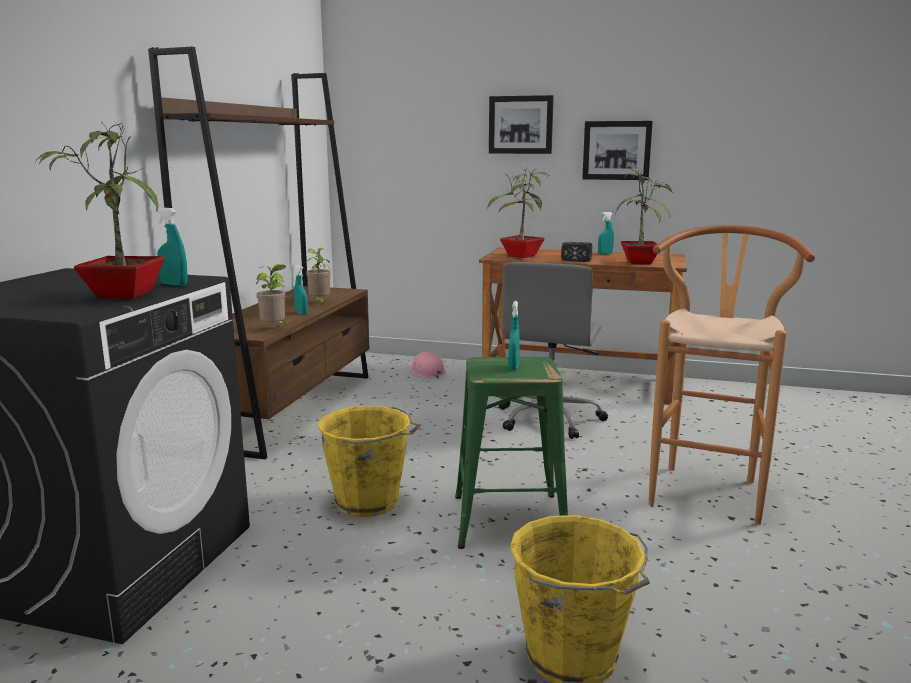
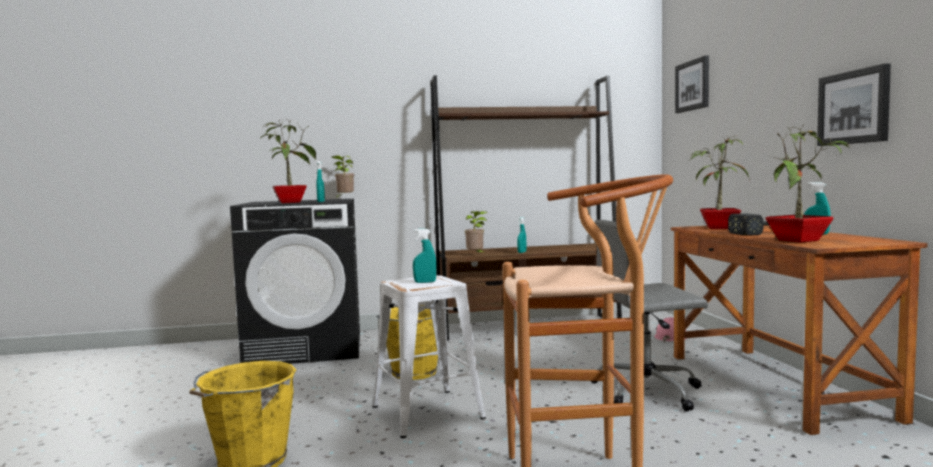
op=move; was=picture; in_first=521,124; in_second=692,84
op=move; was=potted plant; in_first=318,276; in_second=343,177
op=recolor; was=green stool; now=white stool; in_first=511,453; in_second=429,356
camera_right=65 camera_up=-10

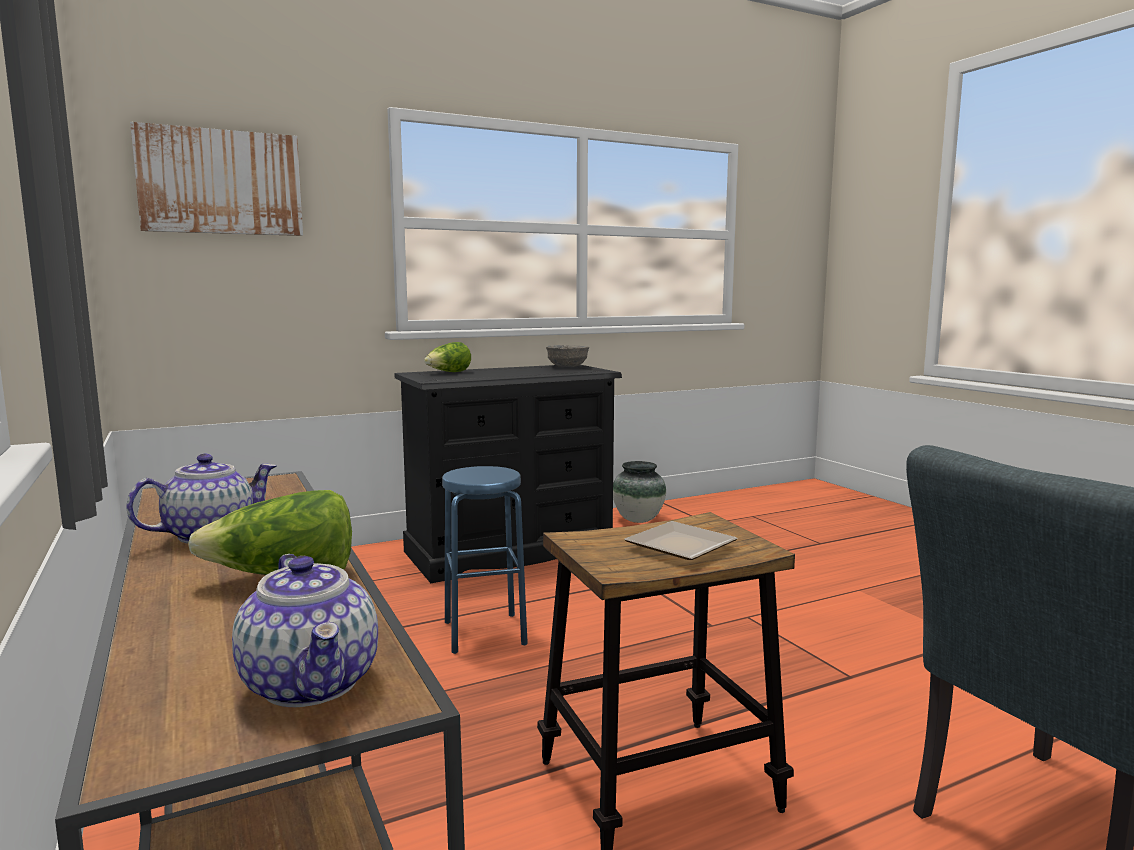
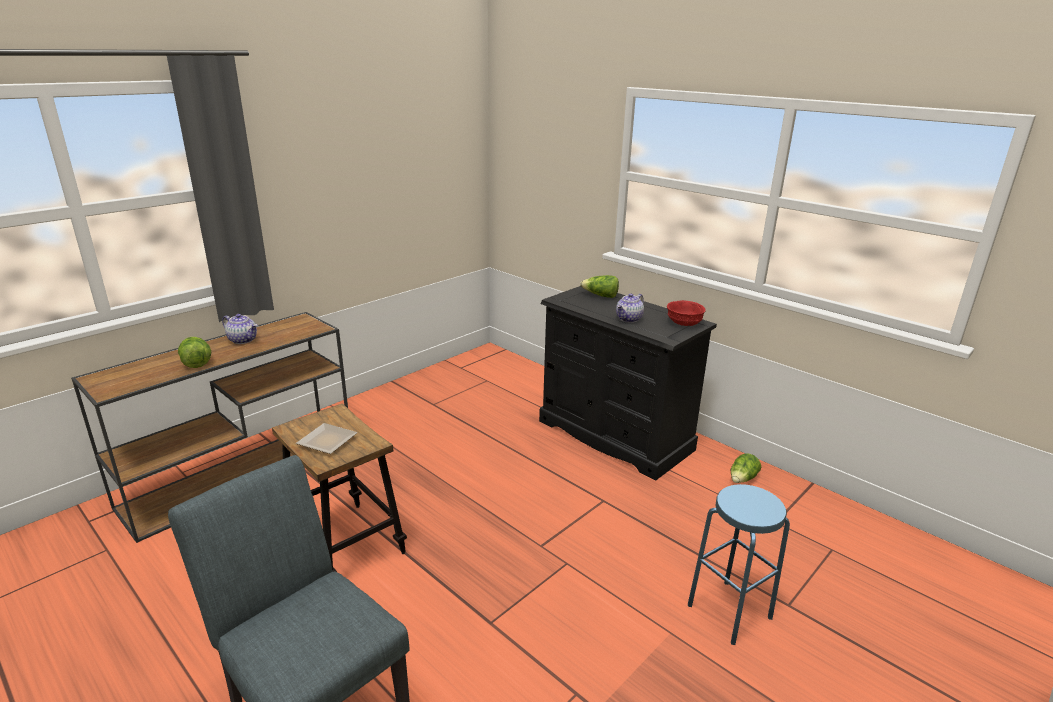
op=delete; was=picture; in_first=216,179
op=recolor; was=grey bowl; now=red bowl; in_first=567,356; in_second=686,313
op=replace; was=vase; now=lettuce; in_first=639,492; in_second=746,468
op=move; was=blue stool; in_first=485,560; in_second=739,564
op=move; was=teapot; in_first=305,630; in_second=630,308
camera_right=70 camera_up=15

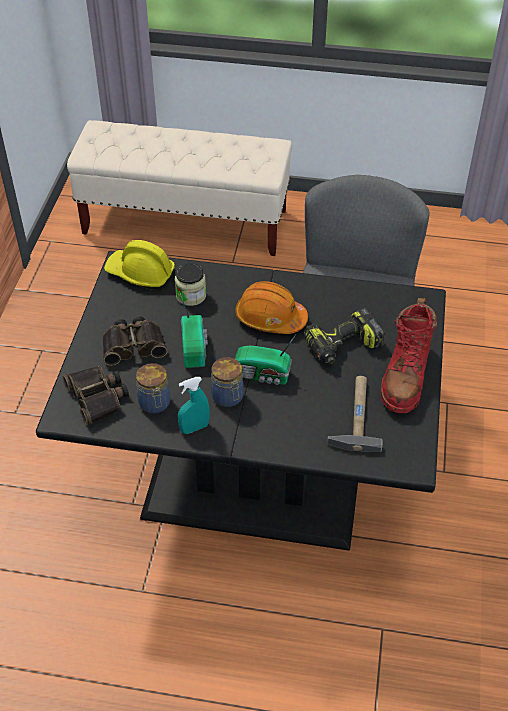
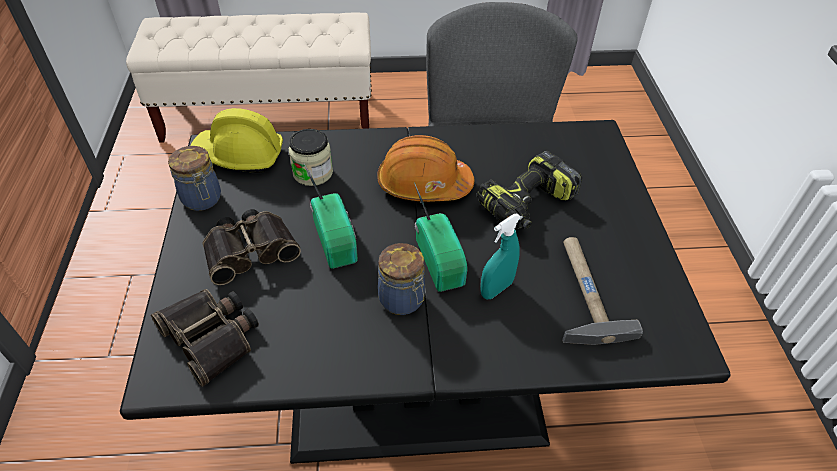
op=delete; was=red boot; in_first=409,355
op=rotate; was=radio; in_first=265,360; in_second=440,237; clockwise=-105
op=move; was=jar; in_first=153,388; in_second=194,178
op=move; was=turquoise spray bottle; in_first=193,405; in_second=500,256
camera_right=-15 camera_up=0

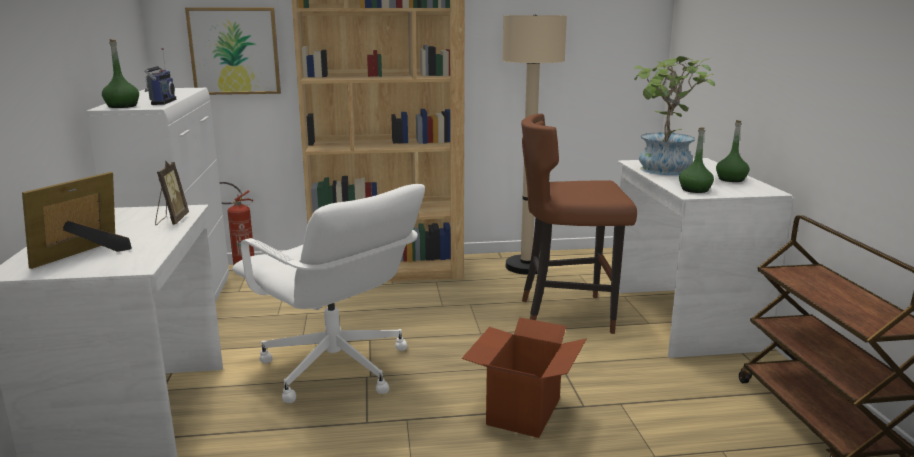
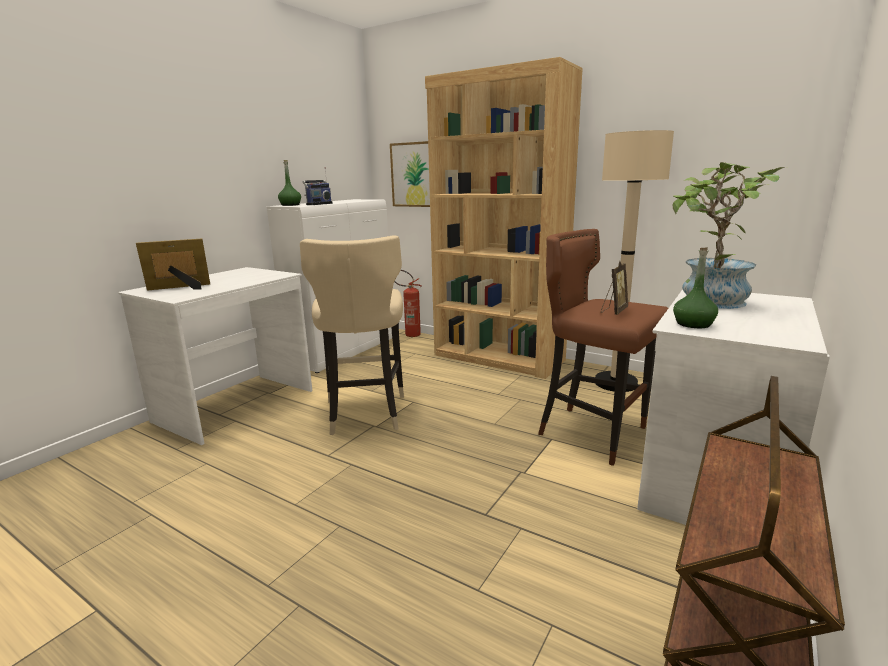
op=delete; was=green bottle; in_first=733,151
op=move; was=picture frame; in_first=172,193; in_second=614,288
op=replace; was=white office chair; now=beige stool; in_first=328,293; in_second=352,335
op=delete; was=cardboard box; in_first=524,377
camera_right=40 camera_up=0

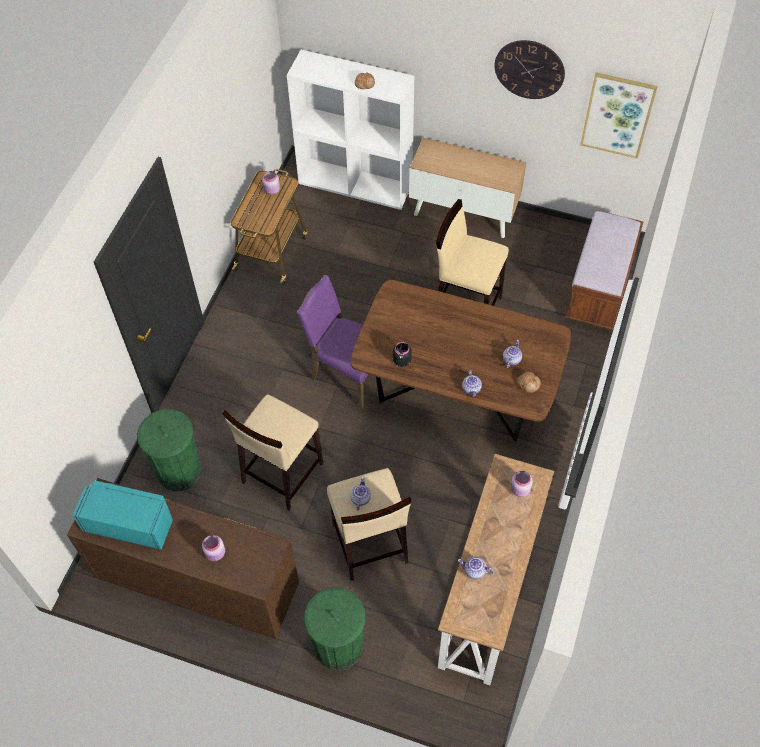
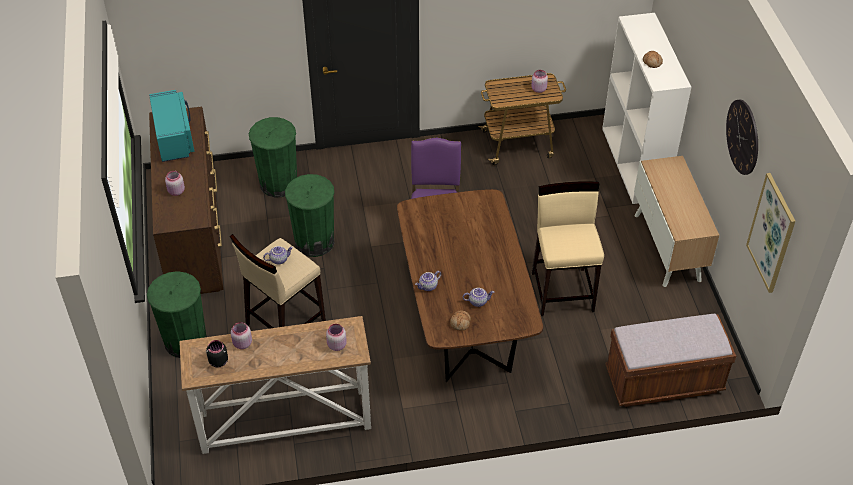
op=move; was=black jar; in_first=402,354; in_second=217,354
op=replace; was=beige stool; now=green trash can; in_first=273,452; in_second=309,215
op=replace; was=teapot; now=pink jar; in_first=476,568; in_second=241,335
camera_right=60 camera_up=-10

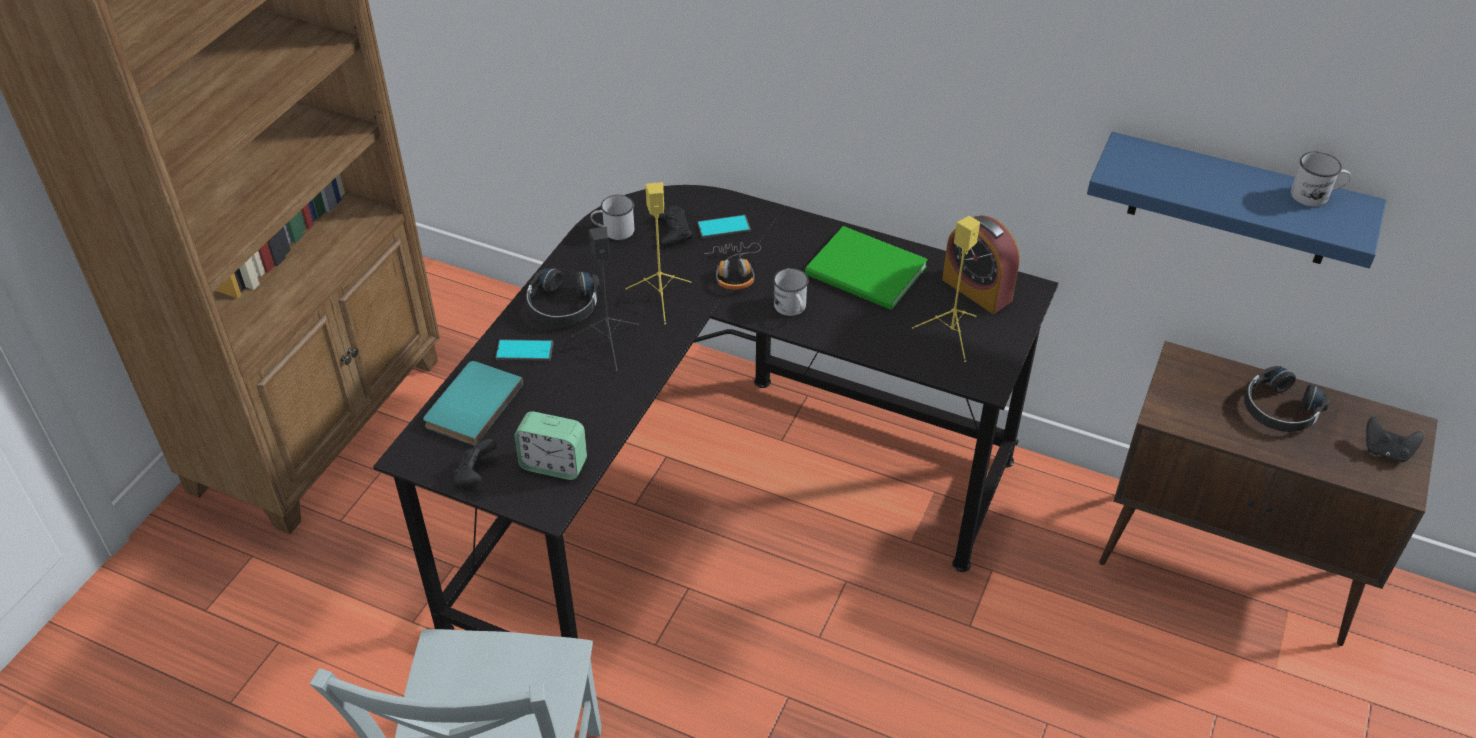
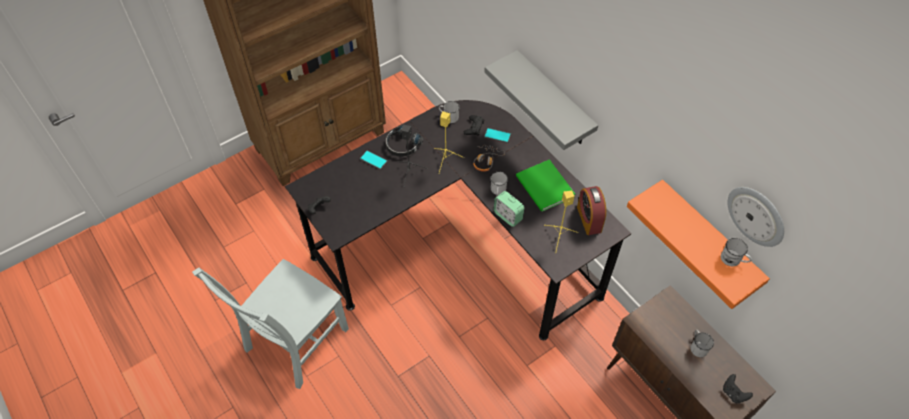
op=recolor; was=blue shelf; now=orange shelf; in_first=1237,200; in_second=698,244
op=delete; was=turquoise book; in_first=473,403
op=replace; was=black headphones; now=white mug; in_first=1287,399; in_second=702,343
op=move; was=alarm clock; in_first=550,445; in_second=509,209
op=insert; now=grey shelf; in_second=541,100
op=insert; now=wall clock; in_second=755,217
camera_right=30 camera_up=10

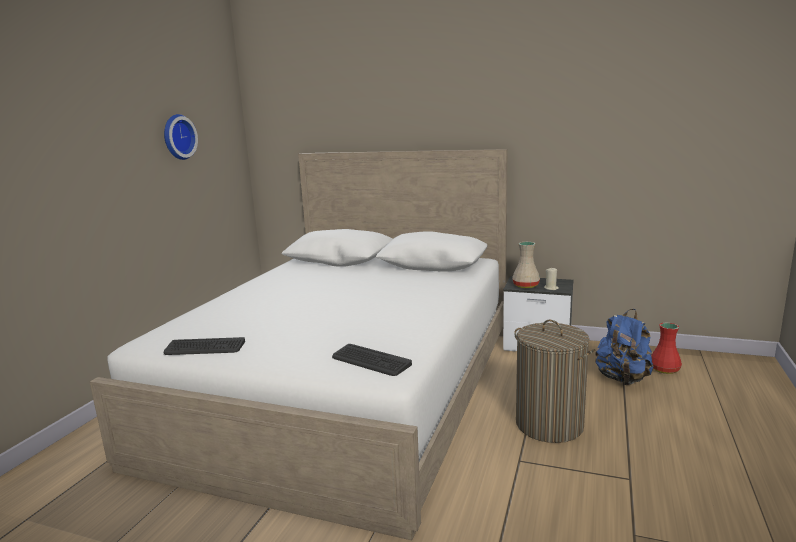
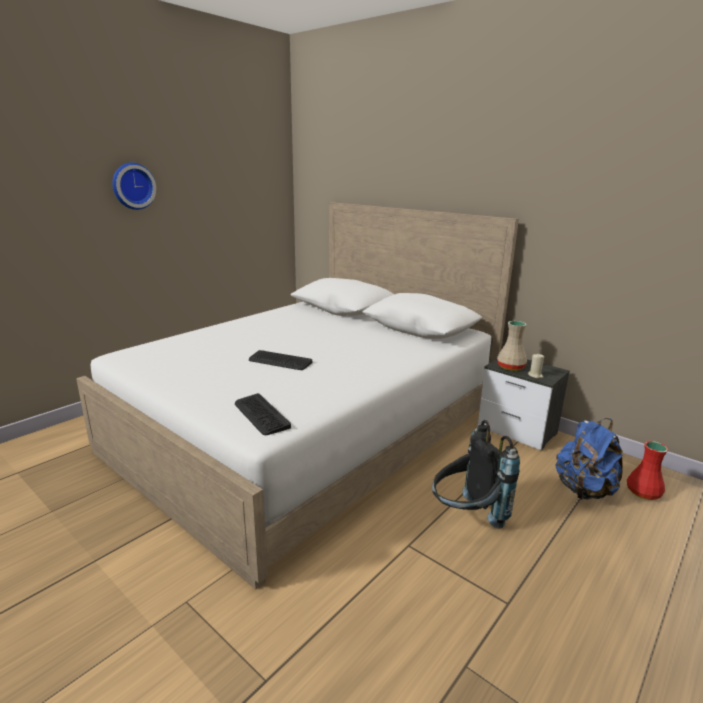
op=move; was=wall clock; in_first=181,137; in_second=134,186
op=replace; was=laundry basket; now=black backpack; in_first=554,381; in_second=476,474
op=move; was=keyboard; in_first=204,346; in_second=280,360
camera_right=20 camera_up=5

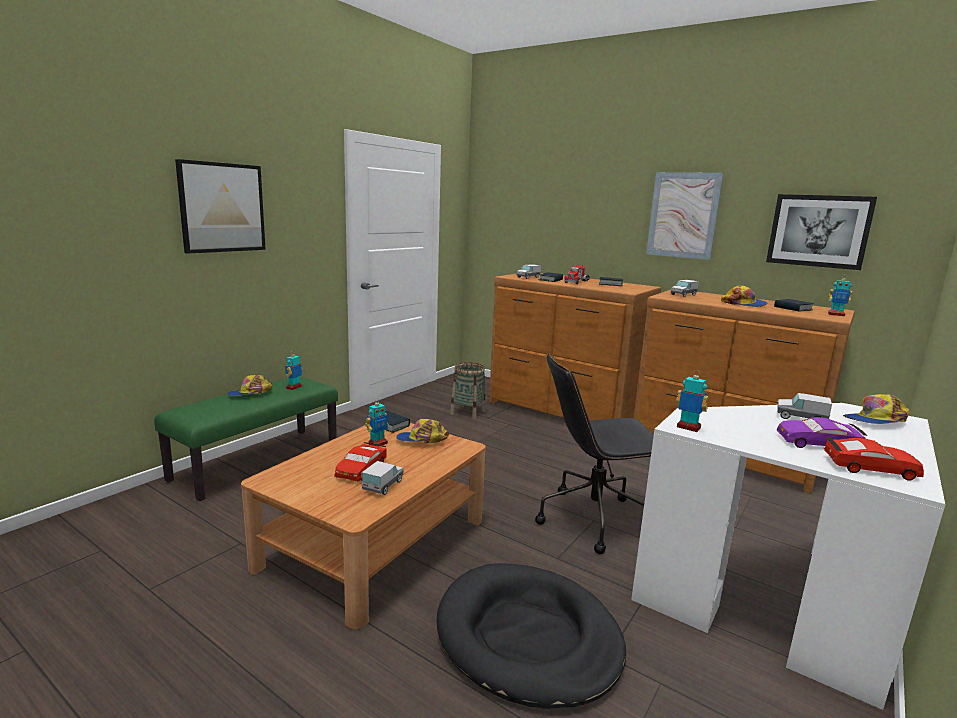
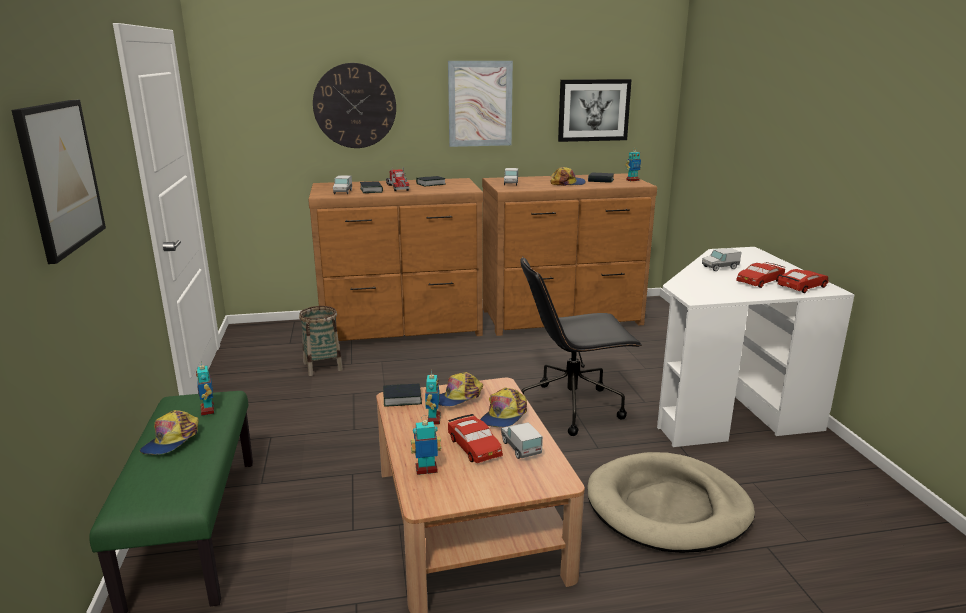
op=rotate; was=black office chair; in_first=594,453; in_second=581,346; clockwise=45
op=move; was=toy robot; in_first=692,400; in_second=426,445
op=move; was=cap; in_first=876,409; in_second=503,407
op=recolor; was=purple toy car; now=red toy car; in_first=822,433; in_second=760,275
op=recolor; was=black dog bed; now=beige dog bed; in_first=531,636; in_second=671,502
op=insert; now=wall clock; in_second=354,105
camera_right=-45 camera_up=5

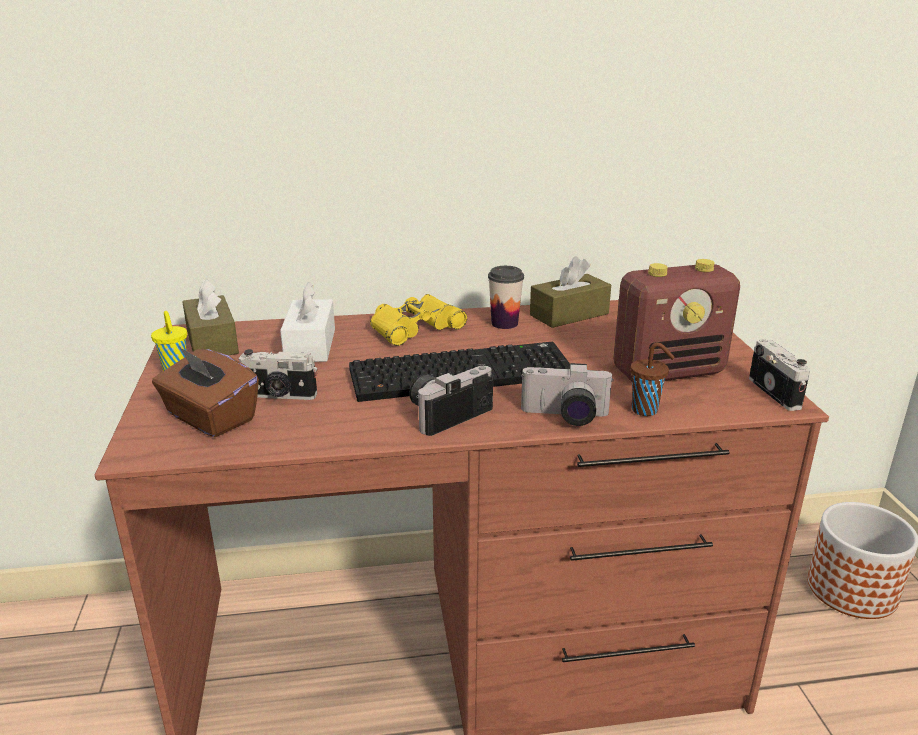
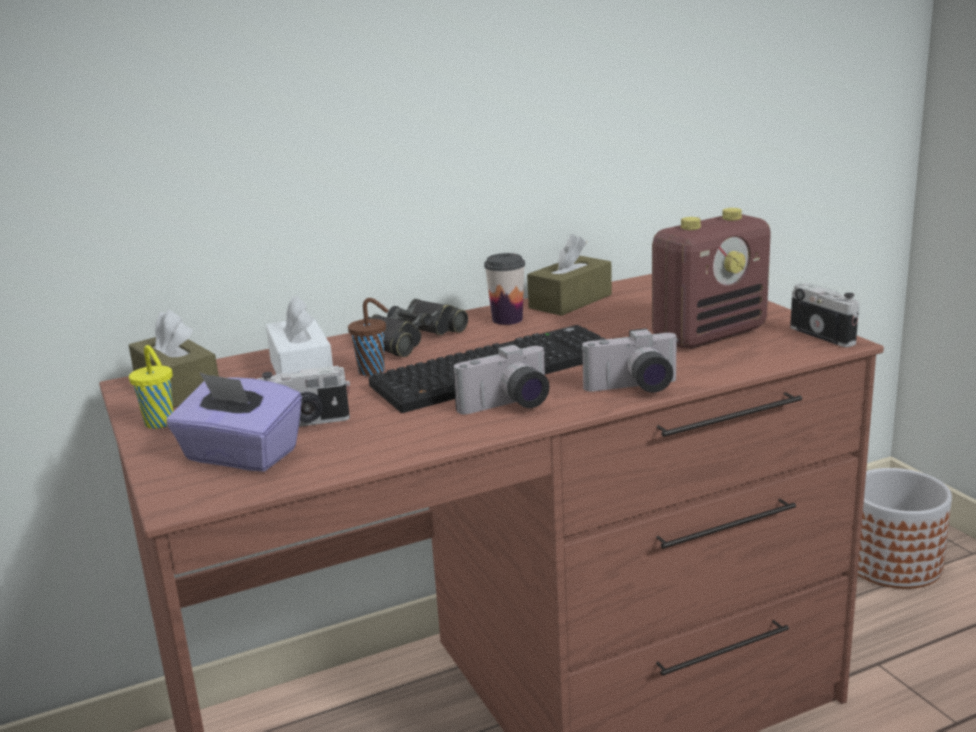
op=recolor; was=yellow binoculars; now=black binoculars; in_first=418,320; in_second=415,328
op=move; was=brown cup; in_first=653,379; in_second=368,337
op=recolor; was=brown tissue box; now=purple tissue box; in_first=205,391; in_second=234,422
op=rotate; was=photo camera; in_first=451,401; in_second=501,379; clockwise=-150
camera_right=-15 camera_up=-5

